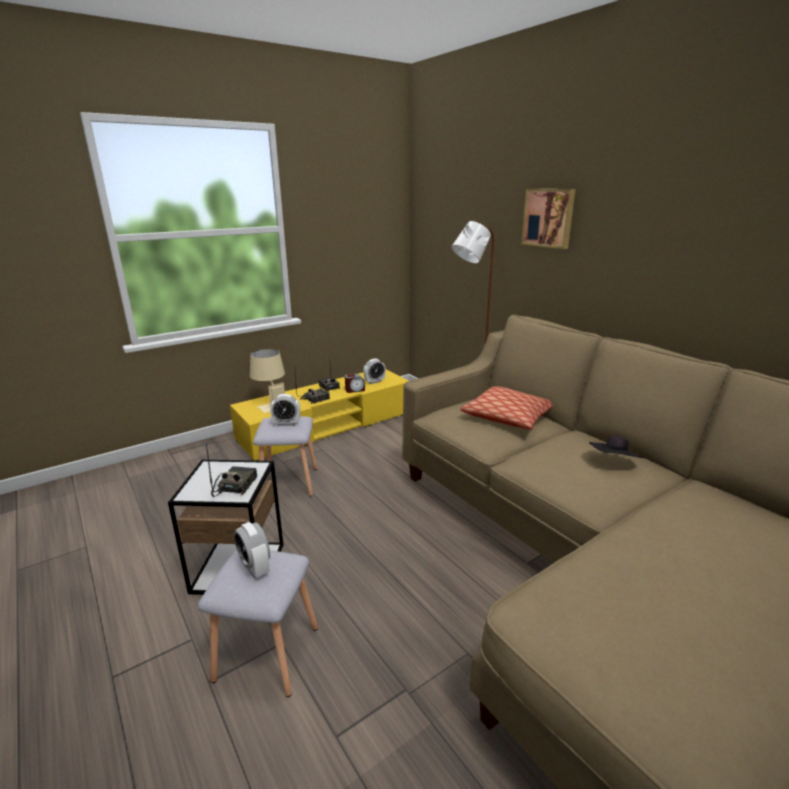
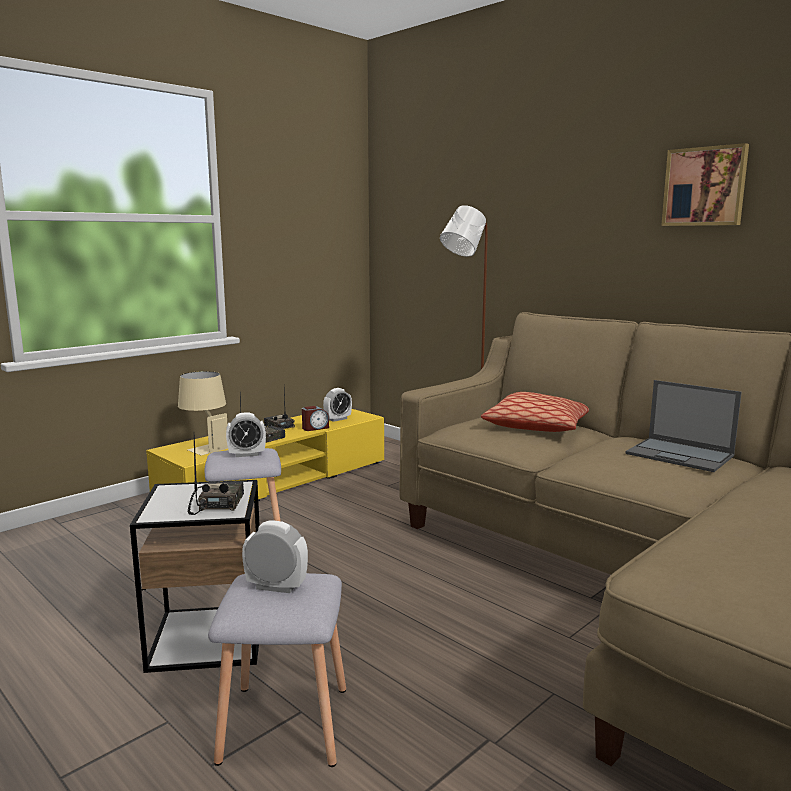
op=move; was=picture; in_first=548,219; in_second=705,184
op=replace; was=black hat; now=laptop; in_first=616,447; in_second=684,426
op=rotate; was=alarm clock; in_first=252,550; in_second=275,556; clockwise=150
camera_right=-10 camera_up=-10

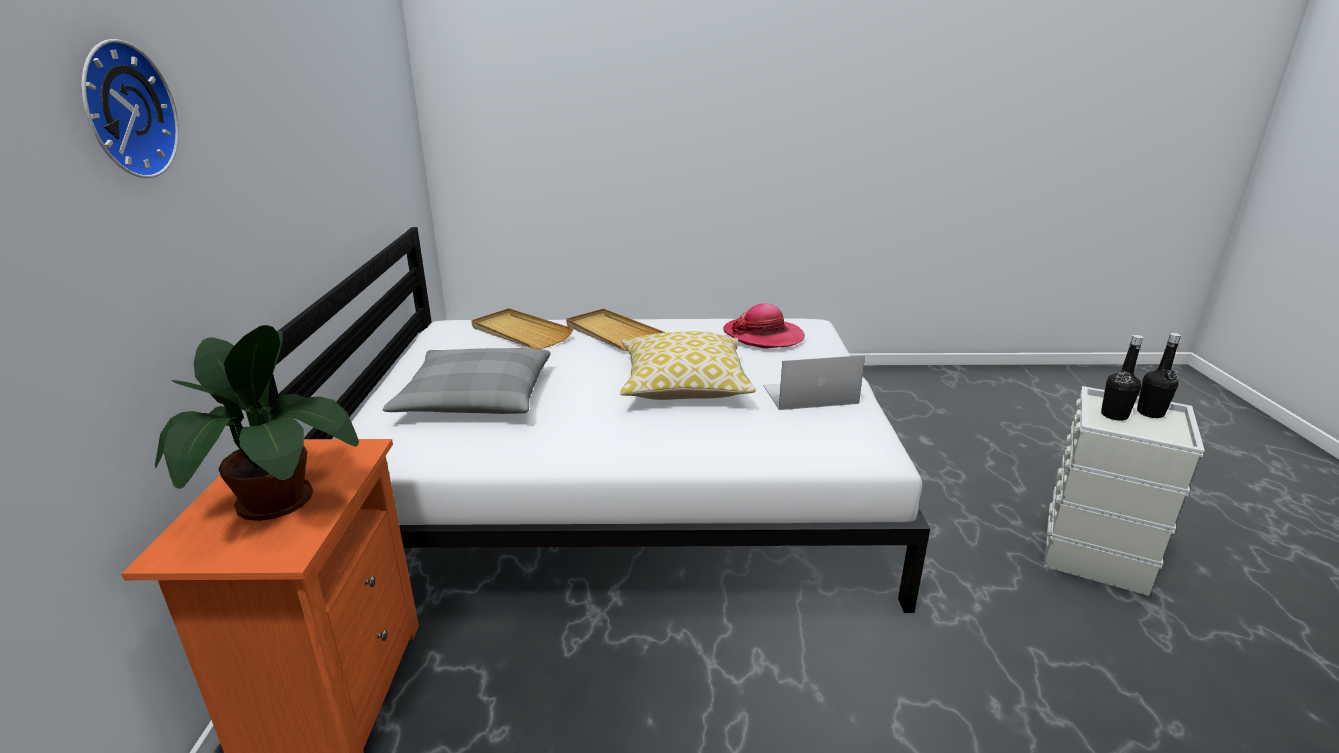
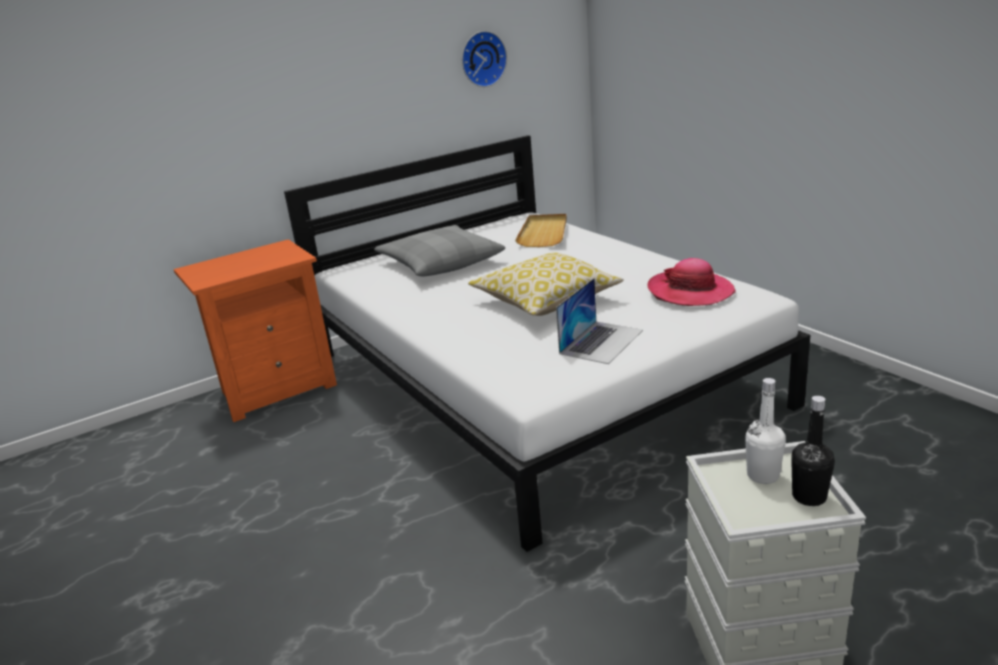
op=move; was=wall clock; in_first=130,108; in_second=484,59
op=delete; was=beige tray; in_first=615,330
op=delete; was=potted plant; in_first=257,423
op=recolor; was=black bottle; now=white bottle; in_first=1122,378; in_second=765,431
op=rotate; was=laptop; in_first=814,382; in_second=599,321; clockwise=75
camera_right=60 camera_up=0

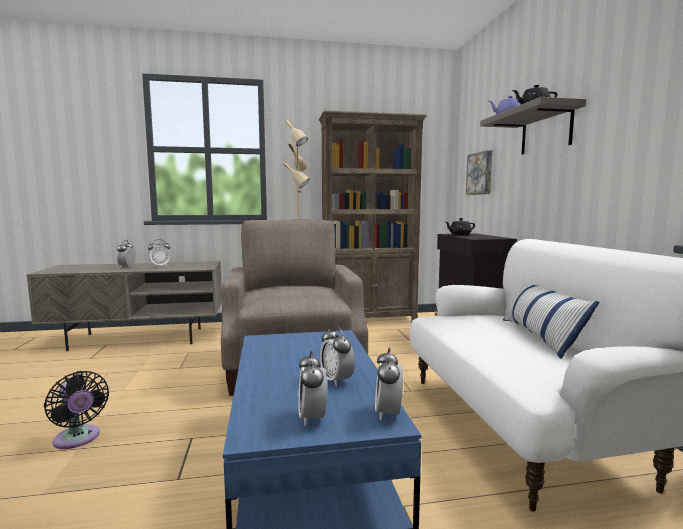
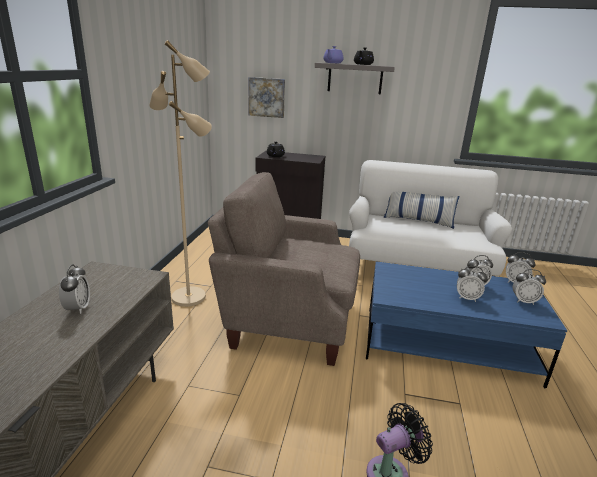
op=delete; was=brown bookcase; in_first=373,216
op=move; was=alarm clock; in_first=125,254; in_second=472,284
camera_right=-70 camera_up=15

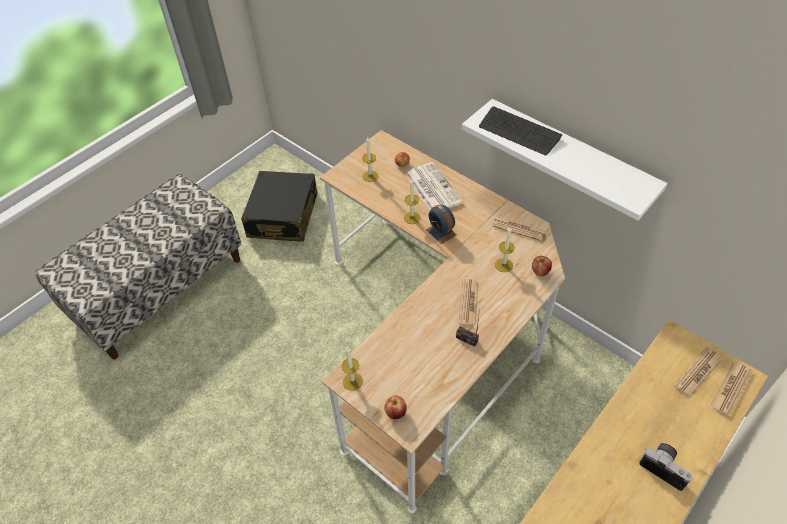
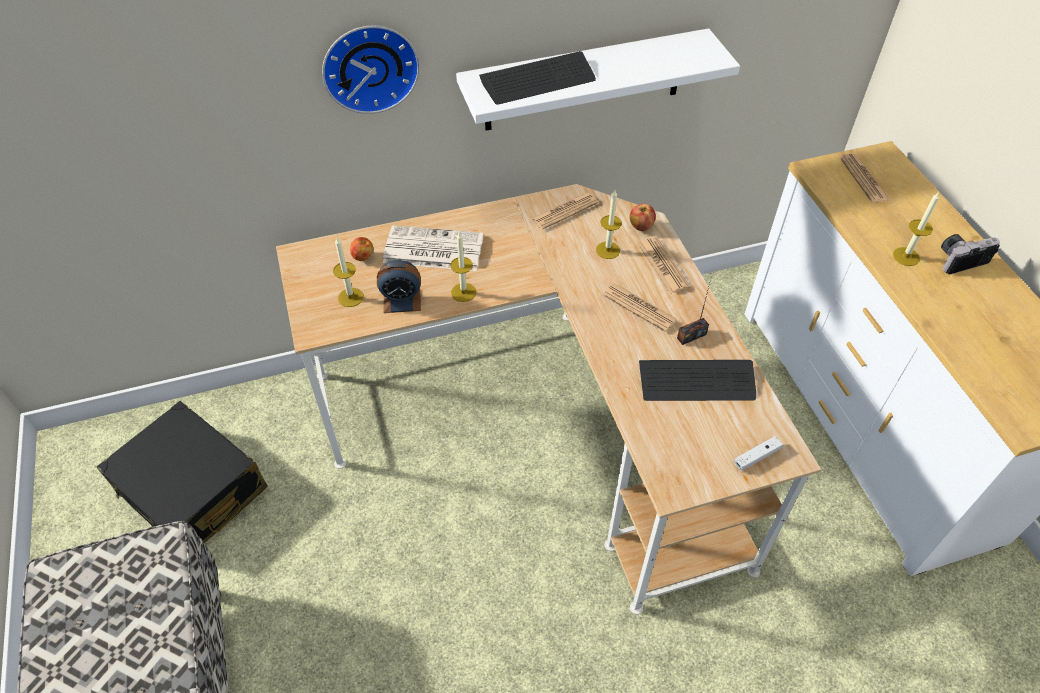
op=move; was=alarm clock; in_first=441,224; in_second=399,286
op=move; was=candle; in_first=352,369; in_second=916,229
op=move; was=newspaper; in_first=731,390; in_second=664,266
op=replace; was=apple; now=white game controller; in_first=395,407; in_second=758,453
op=insert; now=wall clock; in_second=371,70
op=insert; now=keyboard; in_second=697,380
camera_right=-60 camera_up=0

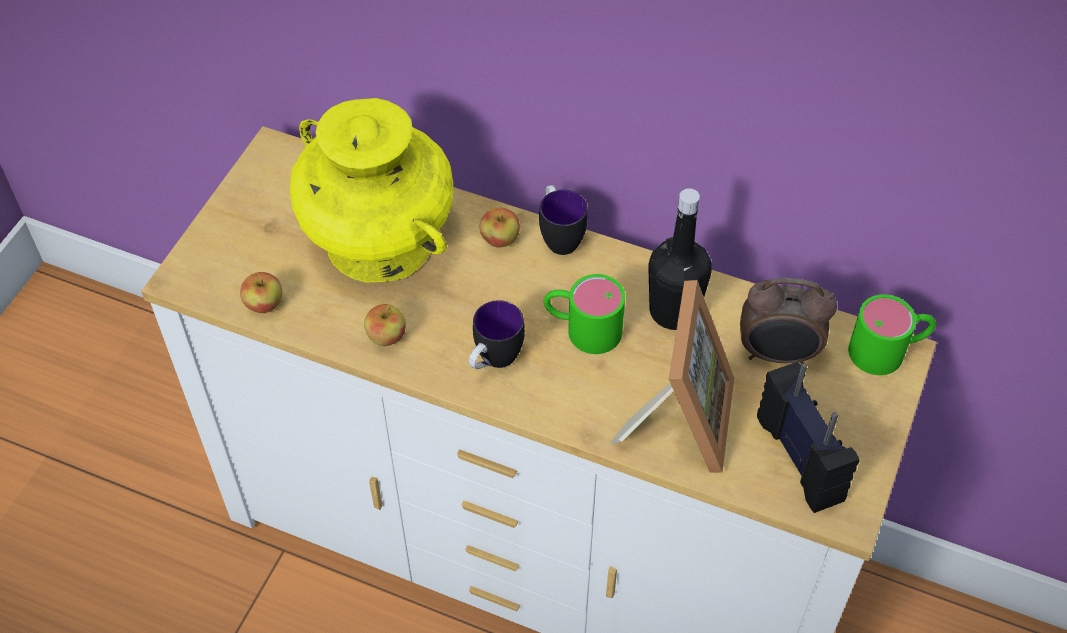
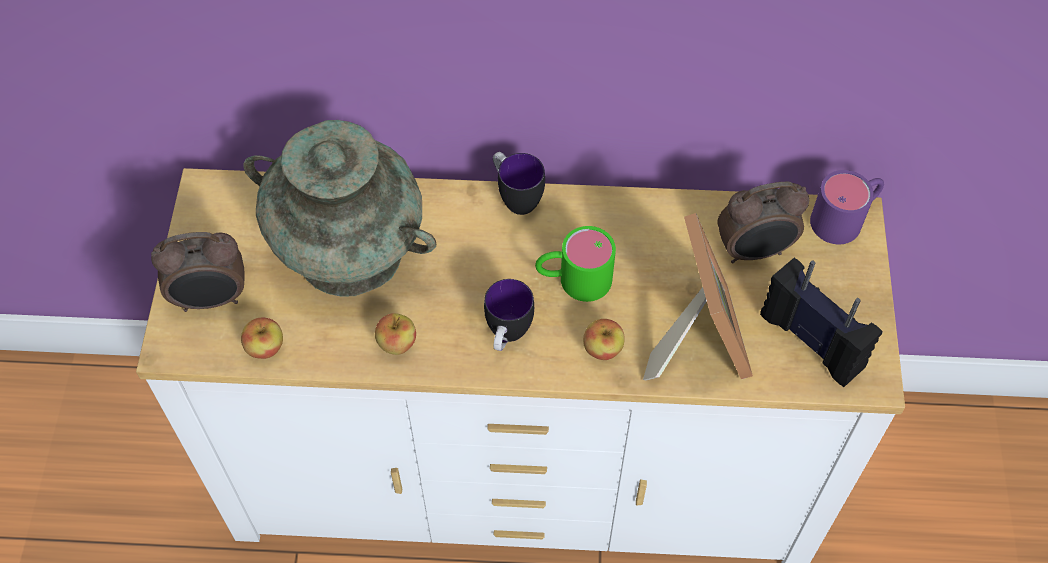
op=recolor; was=yellow vase; now=turquoise vase; in_first=371,190; in_second=339,208
op=delete; was=black bottle; in_first=680,259
op=move; was=apple; in_first=500,227; in_second=604,339
op=recolor; was=green mug; now=purple mug; in_first=892,334; in_second=847,207
op=insert; now=alarm clock; in_second=198,272
camera_right=-20 camera_up=5

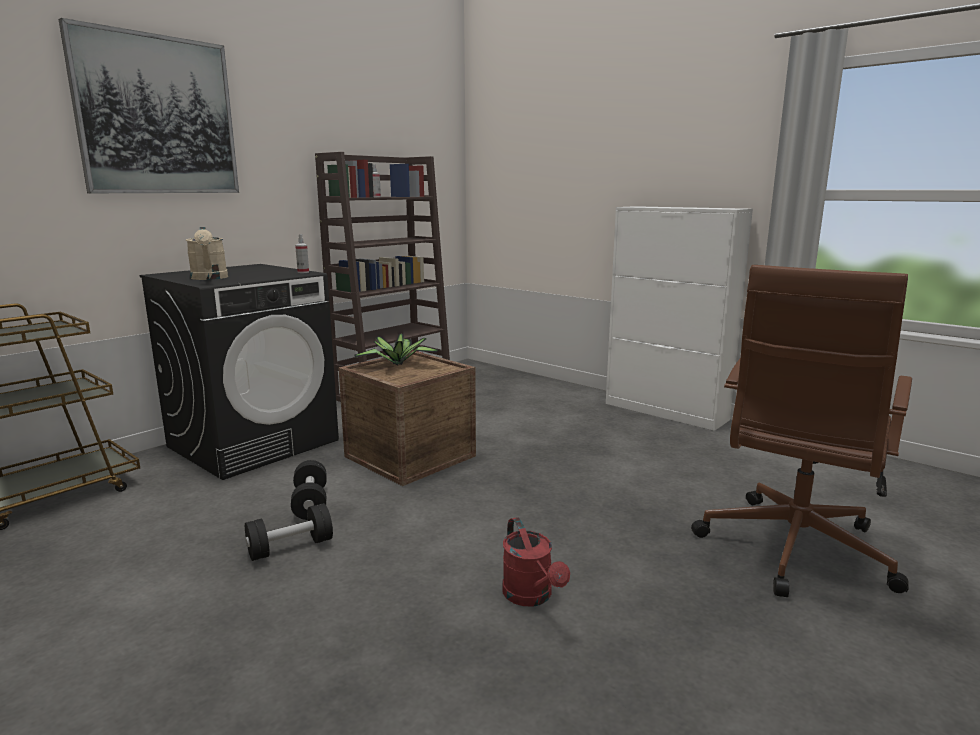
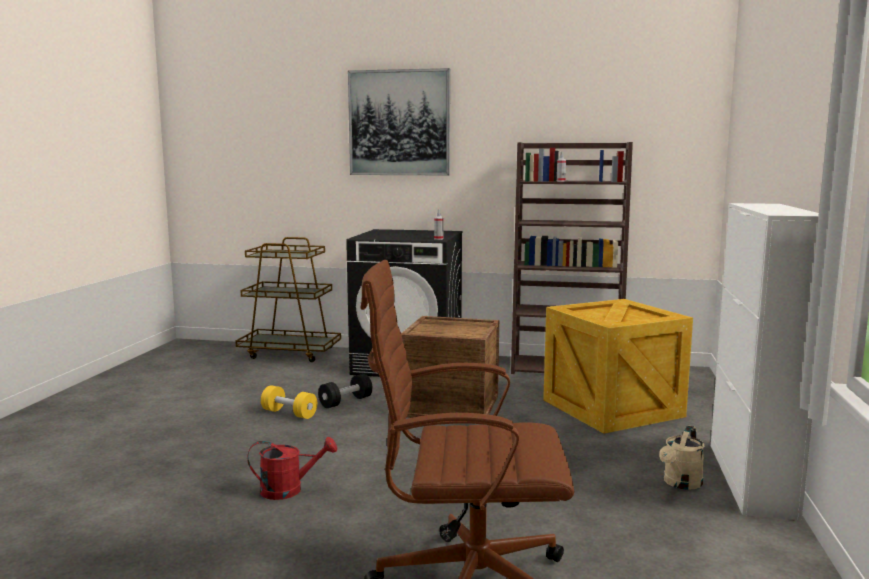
op=move; was=beige watering can; in_first=207,253; in_second=682,458
op=delete; was=potted plant; in_first=396,349
op=recolor; was=black dumbbell; now=yellow dumbbell; in_first=289,532; in_second=289,402
op=rotate; was=red watering can; in_first=536,561; in_second=292,468; clockwise=-135
op=insert; now=crate; in_second=618,366
camera_right=60 camera_up=-5

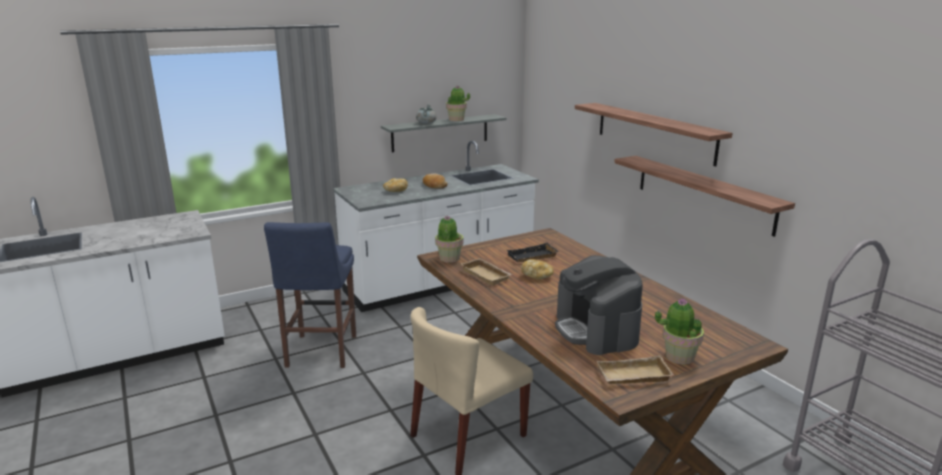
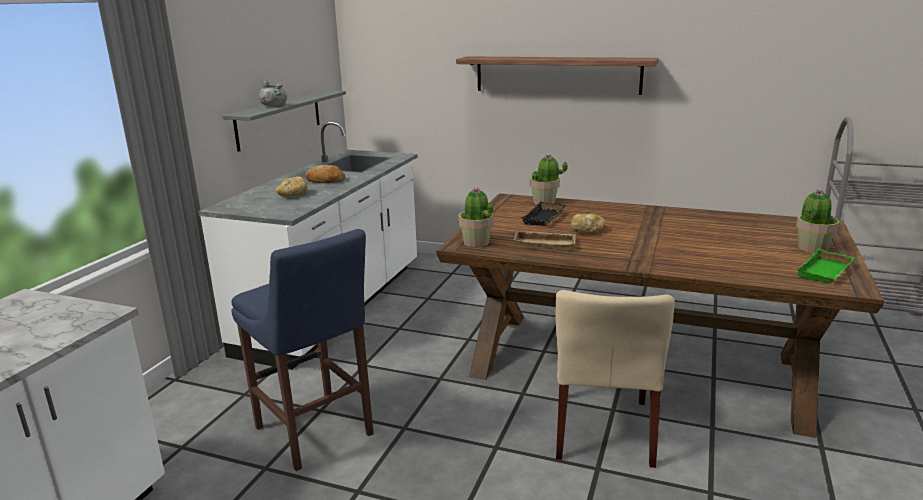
op=move; was=potted plant; in_first=458,103; in_second=549,179
op=delete; was=shelf; in_first=704,196
op=delete; was=coffee machine; in_first=599,305
op=recolor; was=beige tray; now=green tray; in_first=635,369; in_second=826,265
camera_right=-40 camera_up=0

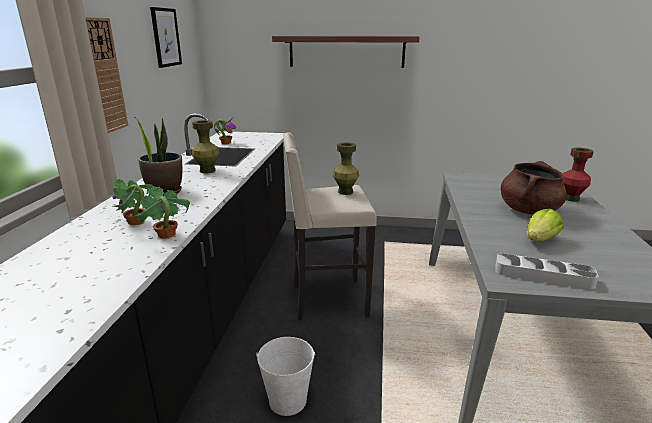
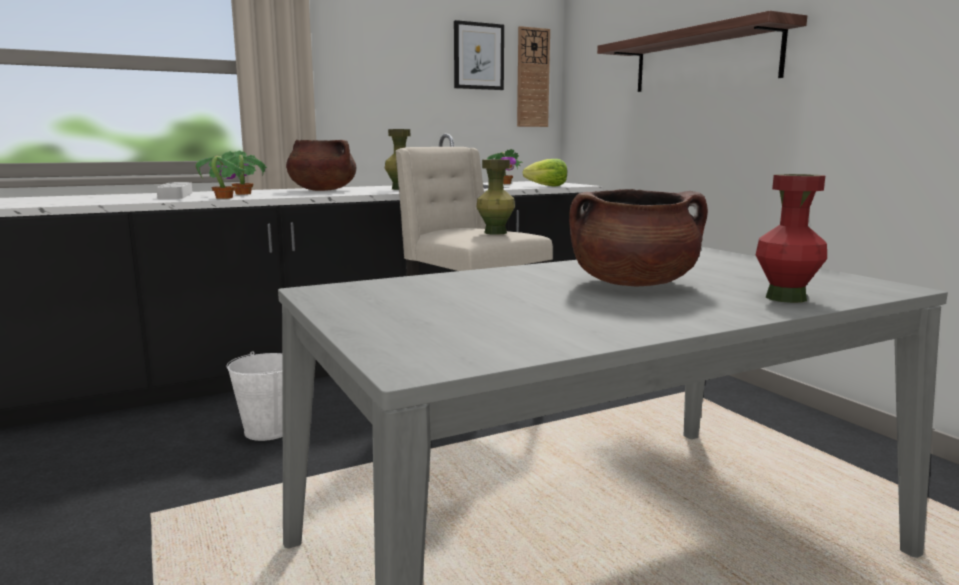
op=move; was=wall clock; in_first=106,75; in_second=533,76
op=replace; was=potted plant; now=brown cooking pot; in_first=159,157; in_second=321,165
op=move; was=lettuce; in_first=545,225; in_second=545,172
op=move; was=grey tray; in_first=546,271; in_second=174,190
camera_right=55 camera_up=-10

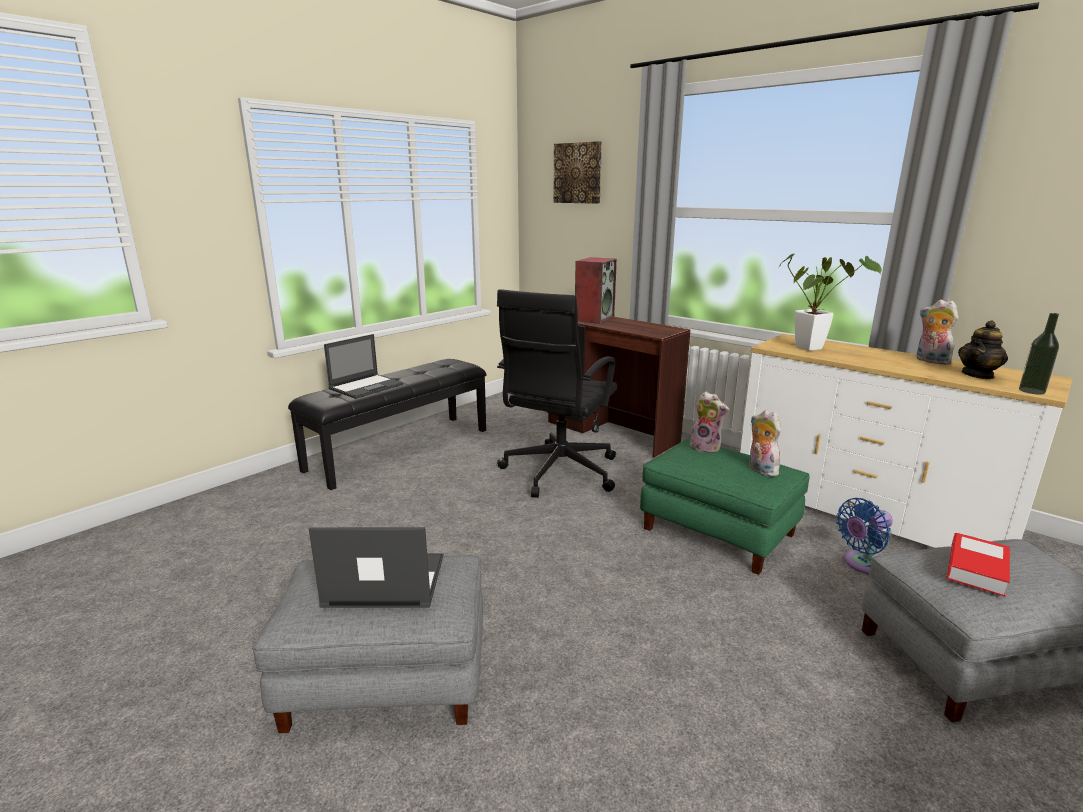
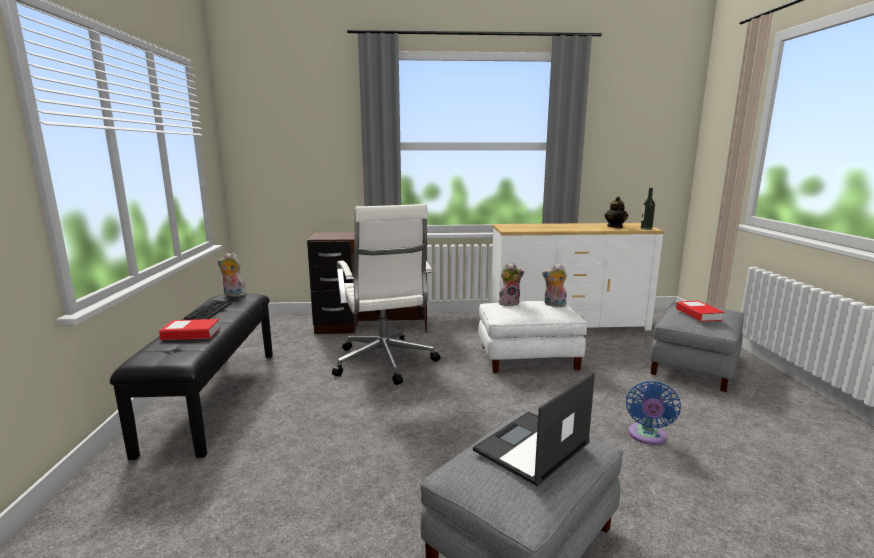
op=delete; was=picture; in_first=578,172
op=delete; was=potted plant; in_first=830,302
op=delete; was=speaker; in_first=596,290
op=recolor; was=black office chair; now=white office chair; in_first=557,393; in_second=386,294
op=move; was=plush toy; in_first=937,332; in_second=232,275
op=replace; was=laptop; now=book; in_first=364,366; in_second=189,329
op=recolor; was=green ottoman; now=white ottoman; in_first=725,507; in_second=533,337
op=move; was=blue fan; in_first=864,536; in_second=653,413
op=insert; now=keyboard; in_second=207,310
camera_right=-45 camera_up=-5

